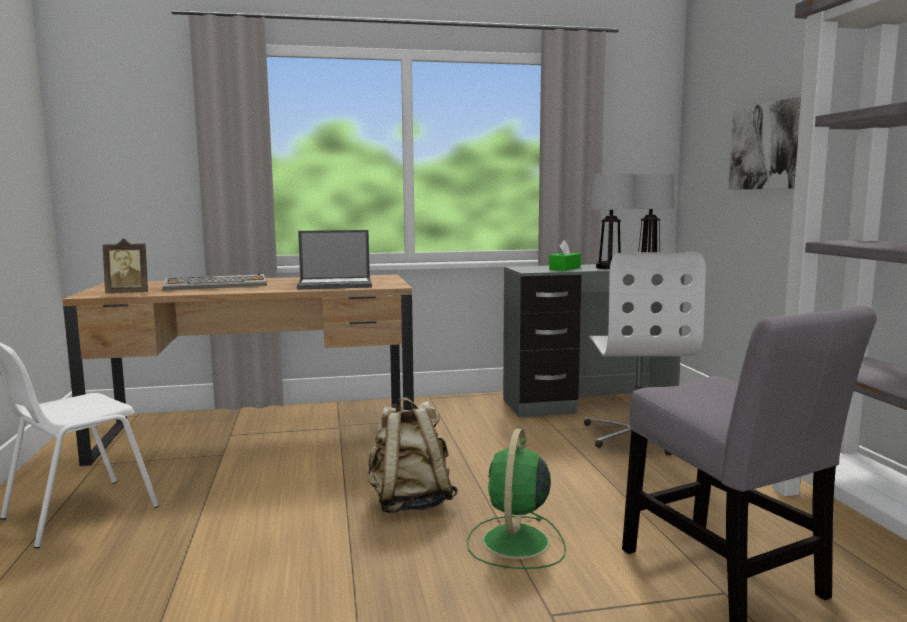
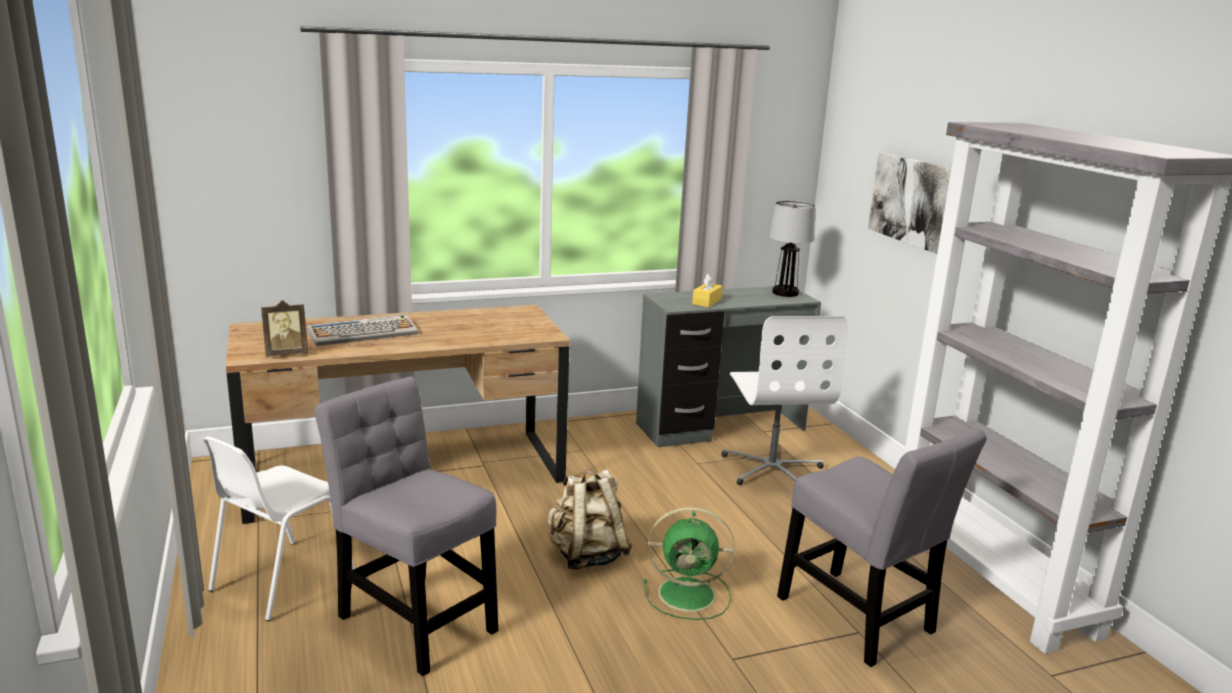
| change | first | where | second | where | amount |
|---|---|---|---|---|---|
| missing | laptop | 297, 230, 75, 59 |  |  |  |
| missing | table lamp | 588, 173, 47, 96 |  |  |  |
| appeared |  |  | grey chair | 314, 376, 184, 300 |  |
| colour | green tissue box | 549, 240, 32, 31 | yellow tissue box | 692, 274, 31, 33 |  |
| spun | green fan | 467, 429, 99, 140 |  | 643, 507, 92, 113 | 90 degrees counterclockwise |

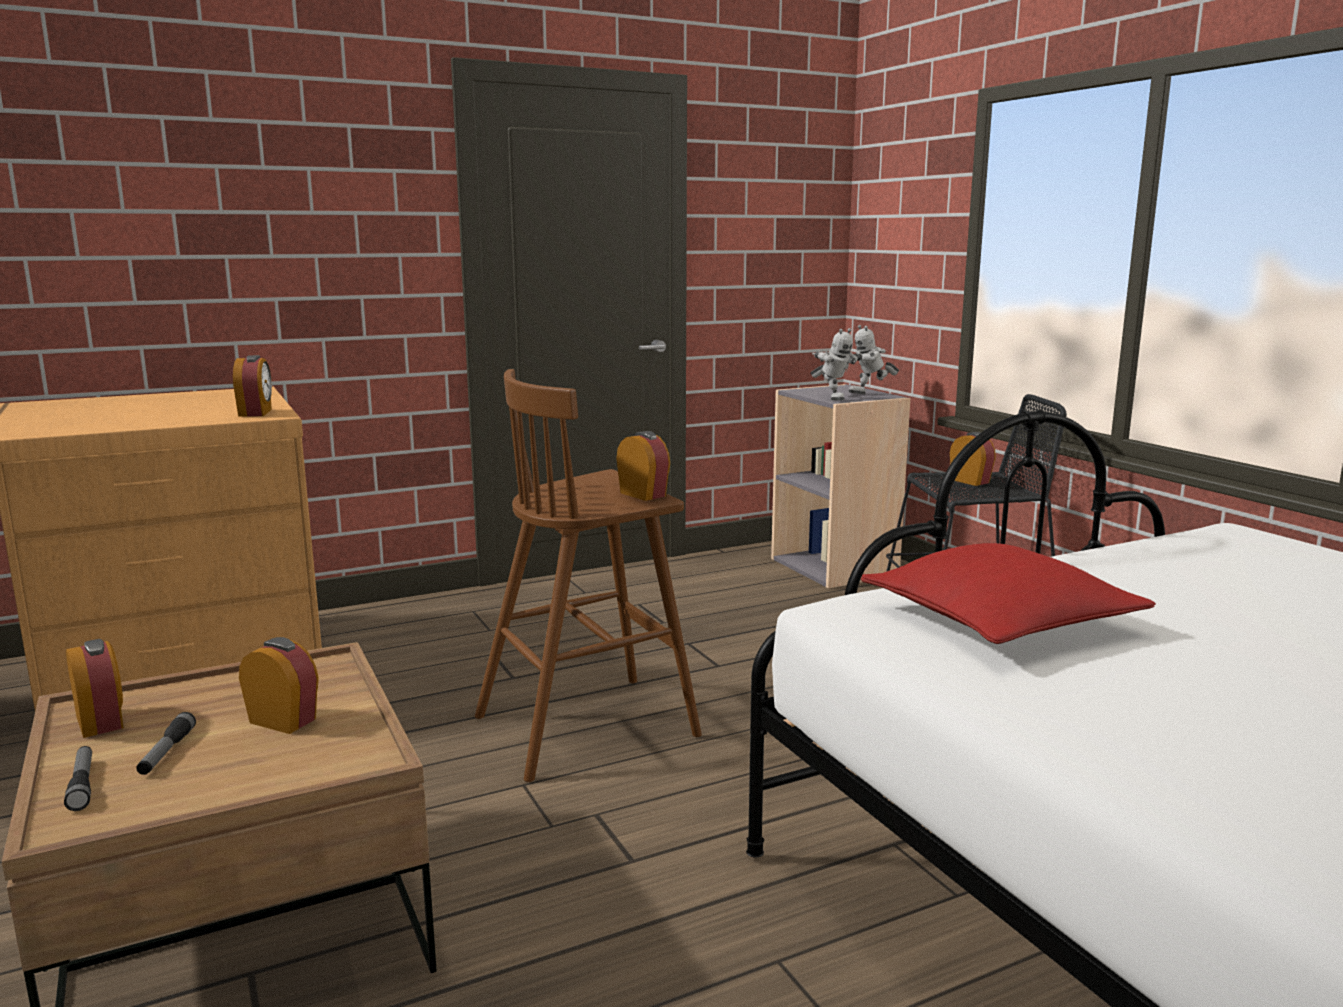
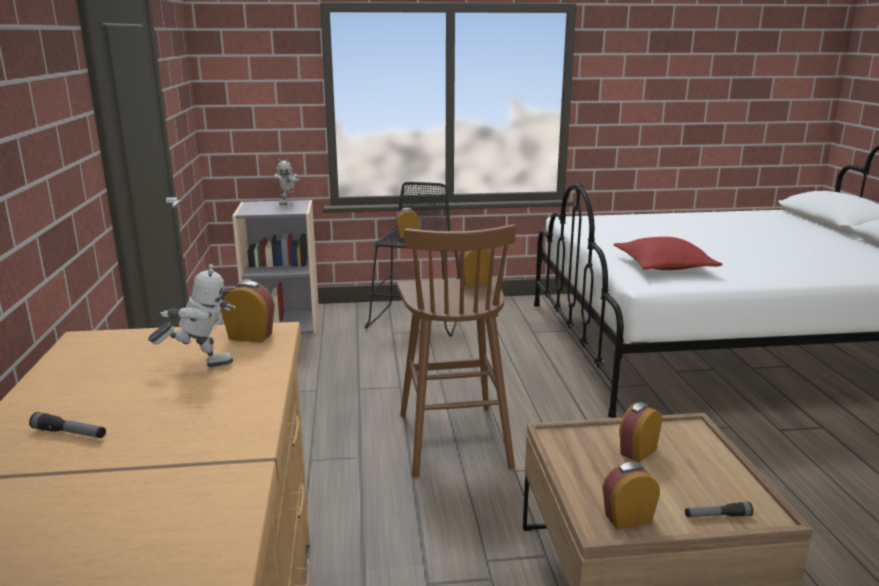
| change | first | where | second | where | amount |
|---|---|---|---|---|---|
| relocated | flashlight | 136, 712, 60, 63 |  | 29, 412, 77, 26 |  |
| relocated | toy robot | 810, 328, 48, 72 |  | 148, 264, 88, 103 |  |

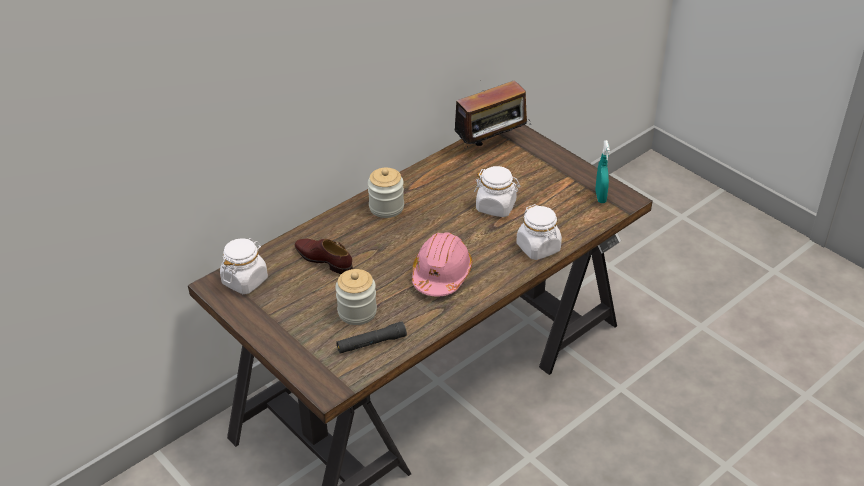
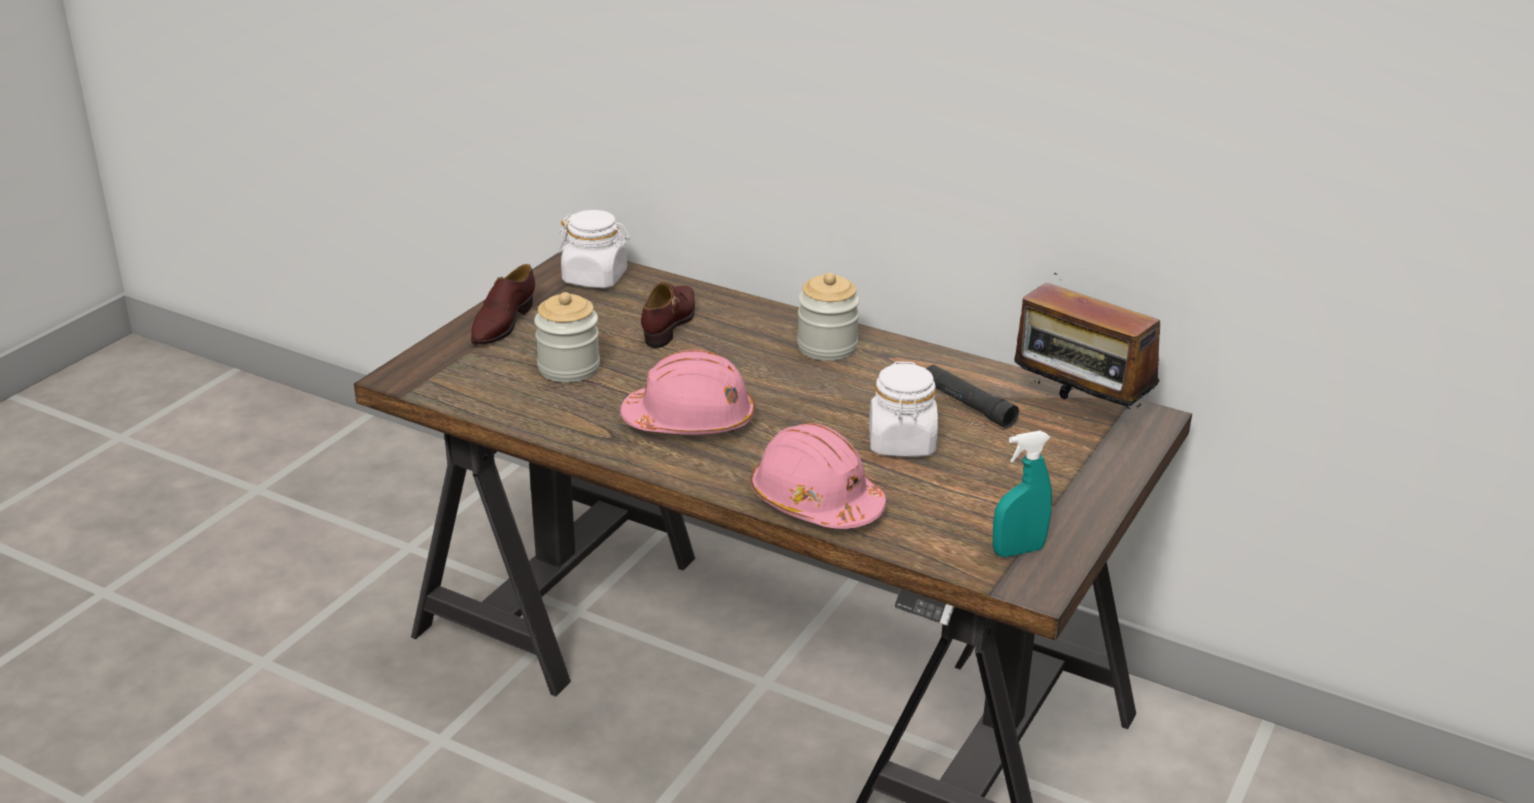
| change | first | where | second | where | amount |
|---|---|---|---|---|---|
| appeared |  |  | brown shoe | 471, 264, 64, 81 |  |
| relocated | black flashlight | 336, 321, 71, 33 |  | 927, 365, 92, 63 |  |
| exchanged | white jar | 516, 204, 46, 56 | pink hard hat | 750, 423, 136, 106 |  |

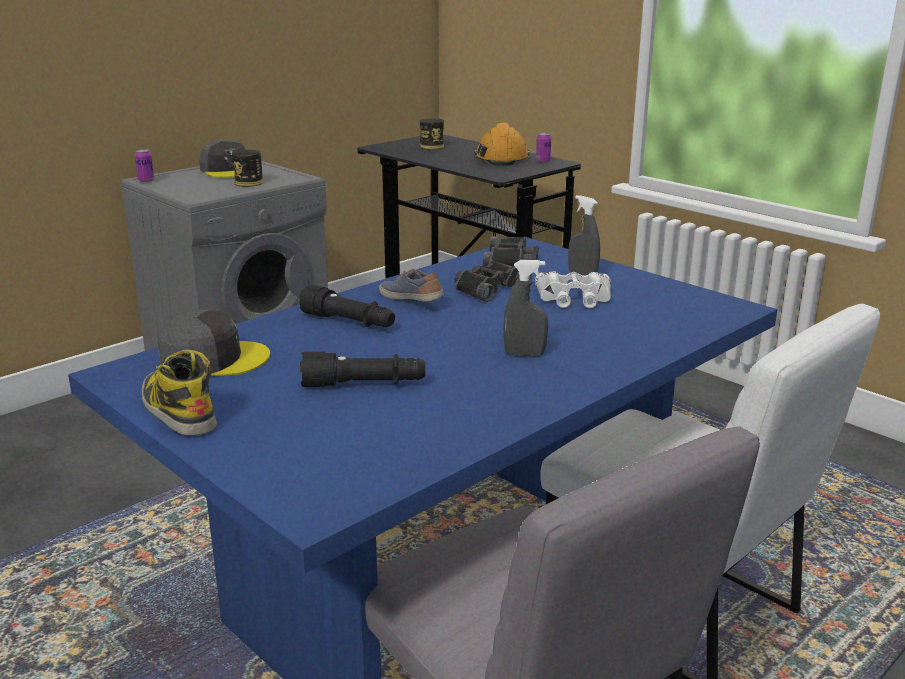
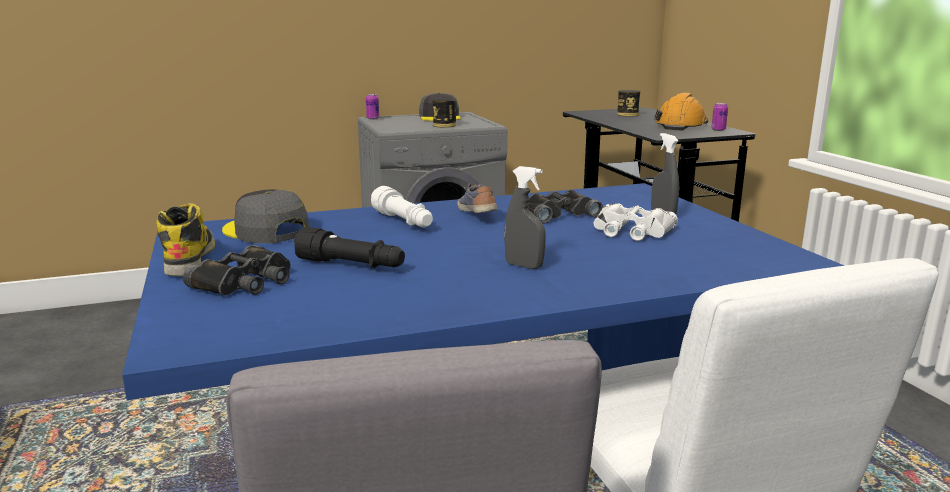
| change | first | where | second | where | amount |
|---|---|---|---|---|---|
| relocated | black binoculars | 483, 236, 56, 31 |  | 183, 245, 108, 51 |  |
| colour | black flashlight | 299, 284, 96, 43 | white flashlight | 371, 186, 62, 42 |  |
| spun | grey cap | 157, 310, 113, 66 |  | 222, 189, 87, 54 | 150 degrees counterclockwise |

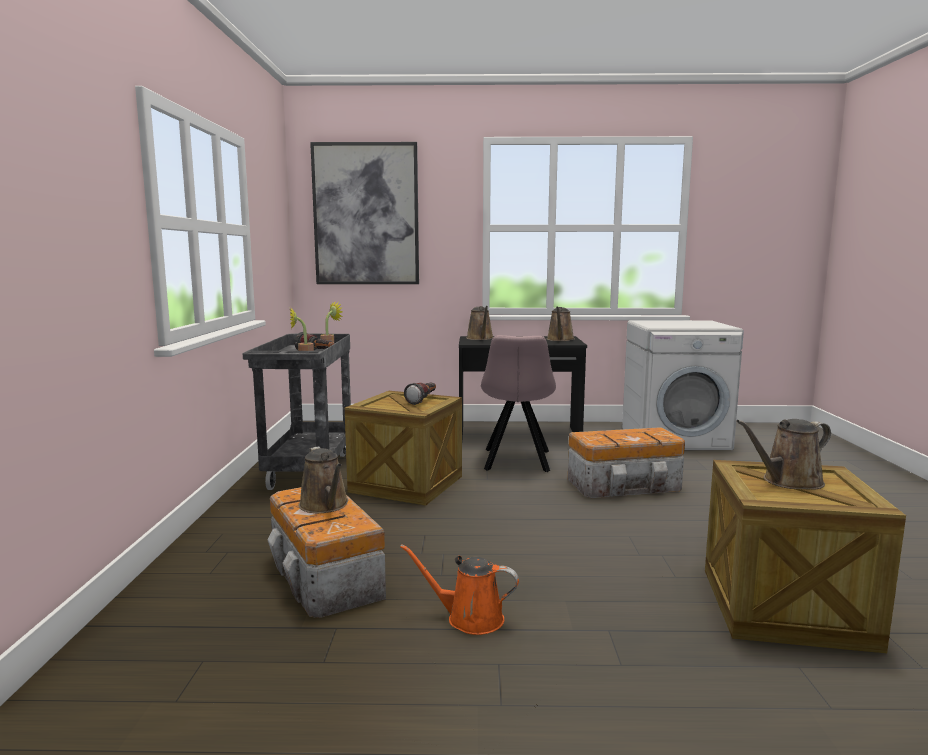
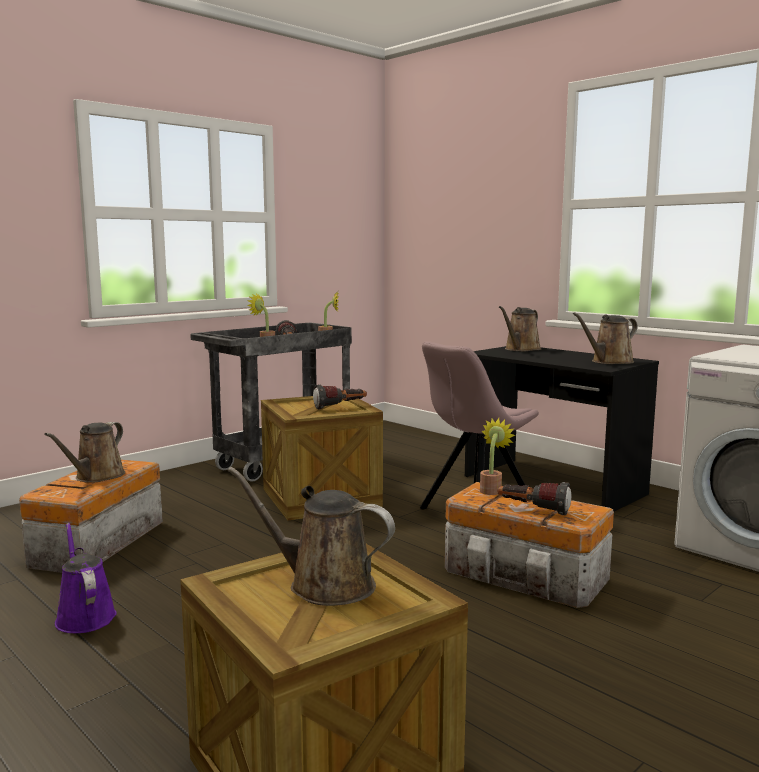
| change | first | where | second | where | amount |
|---|---|---|---|---|---|
| missing | picture | 310, 142, 109, 142 |  |  |  |
| appeared |  |  | potted plant | 480, 418, 35, 77 |  |
| appeared |  |  | flashlight | 498, 482, 73, 33 |  |
| colour | orange watering can | 400, 544, 119, 91 | purple watering can | 55, 523, 62, 110 |  |

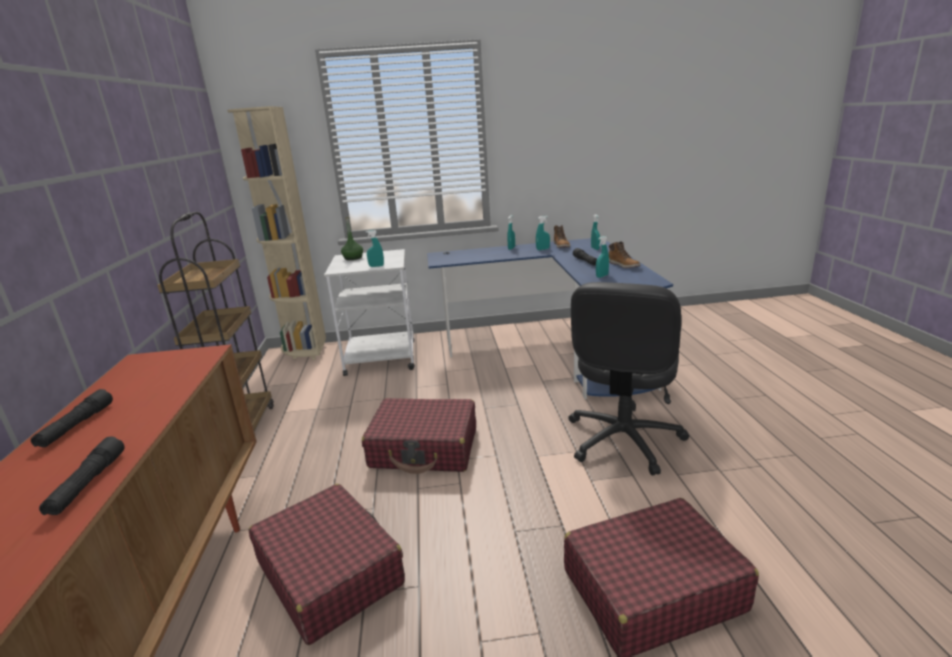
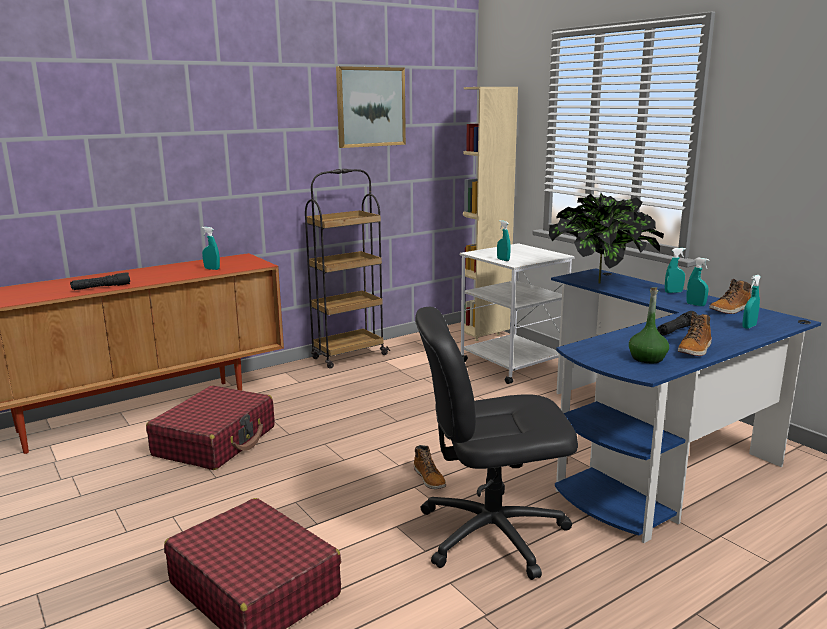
| change | first | where | second | where | amount |
|---|---|---|---|---|---|
| missing | black flashlight | 31, 389, 82, 58 |  |  |  |
| missing | red suitcase | 362, 398, 114, 76 |  |  |  |
| appeared |  |  | picture | 336, 66, 70, 82 |  |
| appeared |  |  | boot | 414, 445, 32, 44 |  |
| appeared |  |  | potted plant | 549, 193, 115, 90 |  |
| relocated | green bottle | 341, 217, 22, 43 |  | 629, 287, 40, 76 |  |
| relocated | turquoise spray bottle | 596, 236, 13, 42 |  | 202, 227, 18, 43 |  |

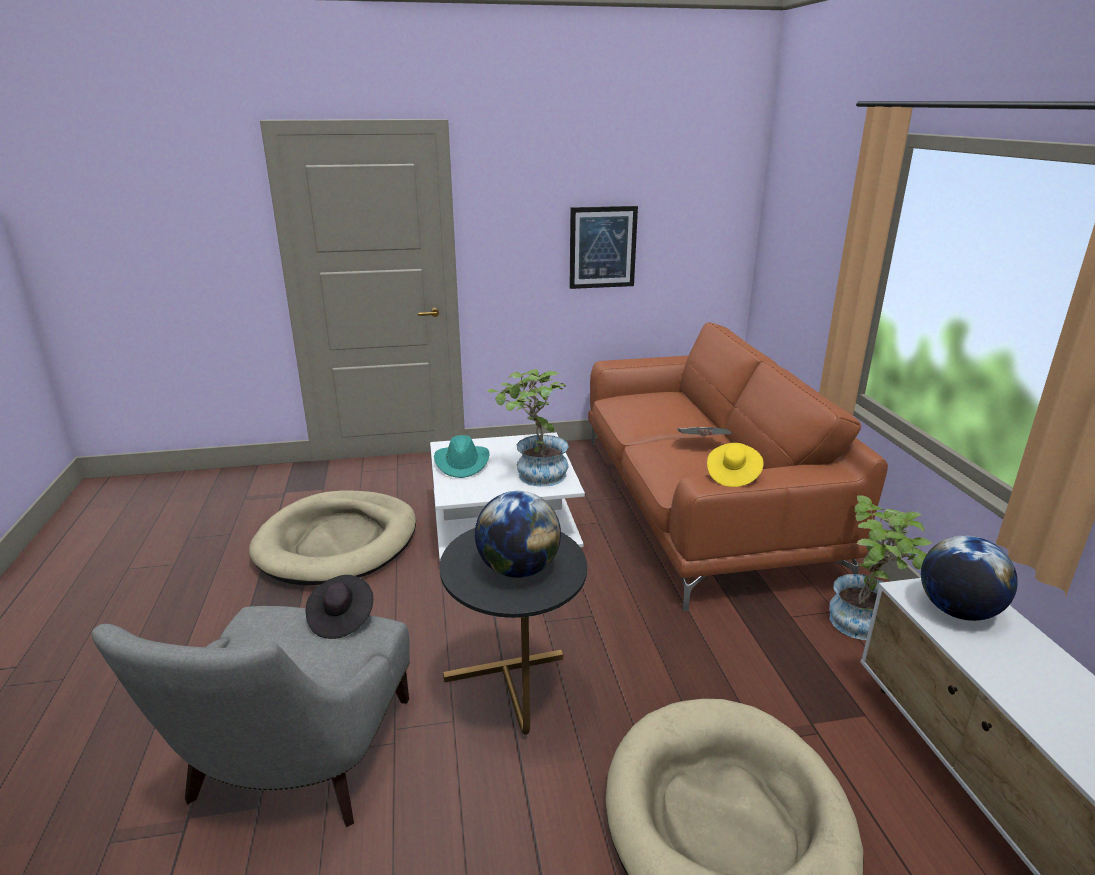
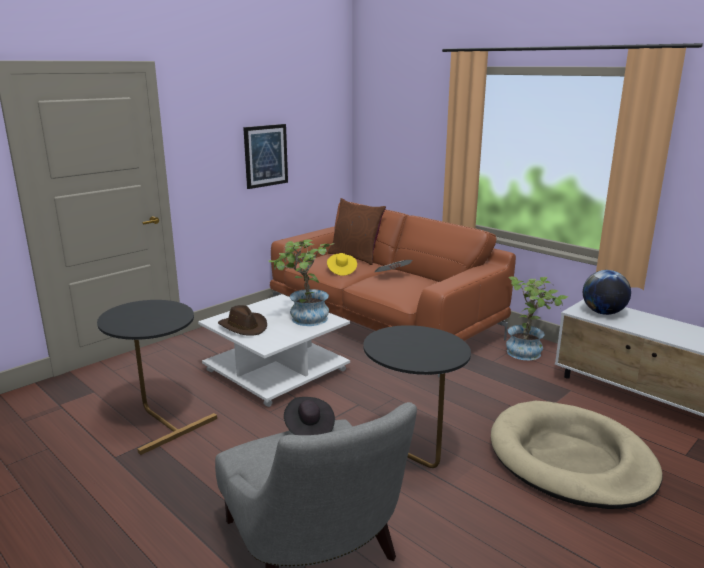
| change | first | where | second | where | amount |
|---|---|---|---|---|---|
| missing | globe | 475, 491, 86, 87 |  |  |  |
| appeared |  |  | brown pillow | 328, 198, 58, 67 |  |
| relocated | yellow hat | 707, 443, 57, 44 |  | 327, 253, 30, 23 |  |
| exchanged | beige dog bed | 249, 490, 167, 95 | black side table | 97, 300, 120, 155 |  |
| colour | turquoise hat | 434, 435, 56, 43 | brown hat | 218, 305, 49, 30 |  |

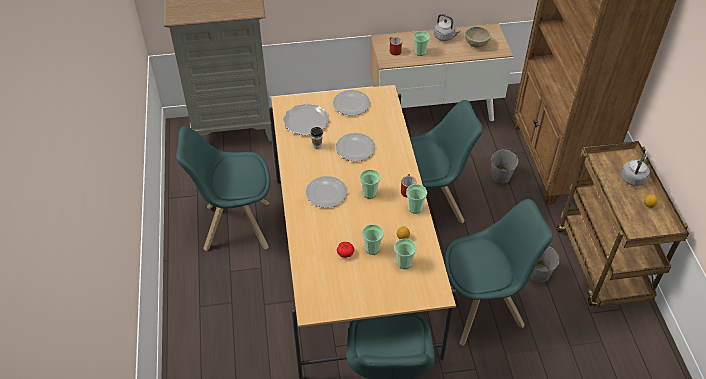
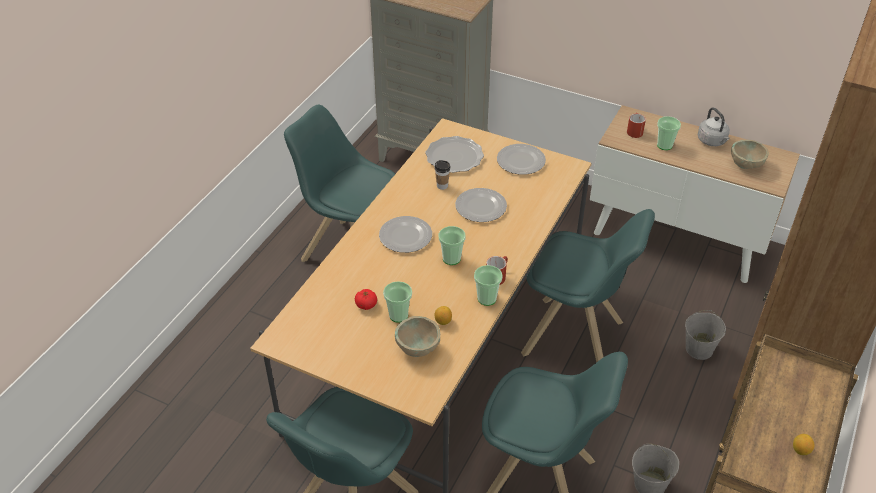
| change | first | where | second | where | amount |
|---|---|---|---|---|---|
| missing | grey kettle | 621, 153, 29, 33 |  |  |  |
| exchanged | cup | 394, 239, 23, 30 | beige bowl | 395, 316, 45, 41 |  |

